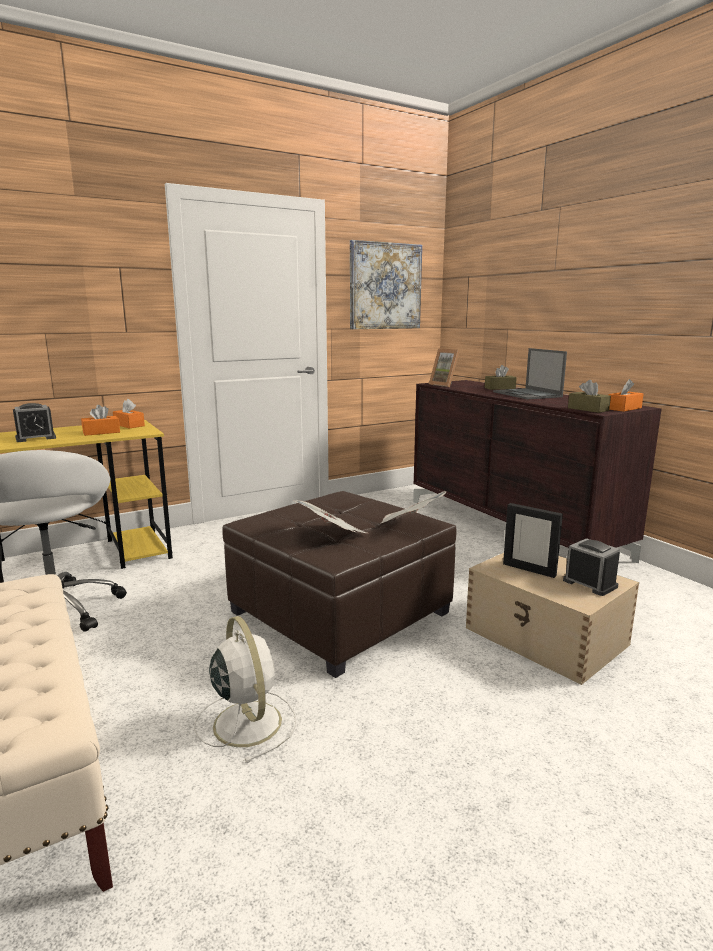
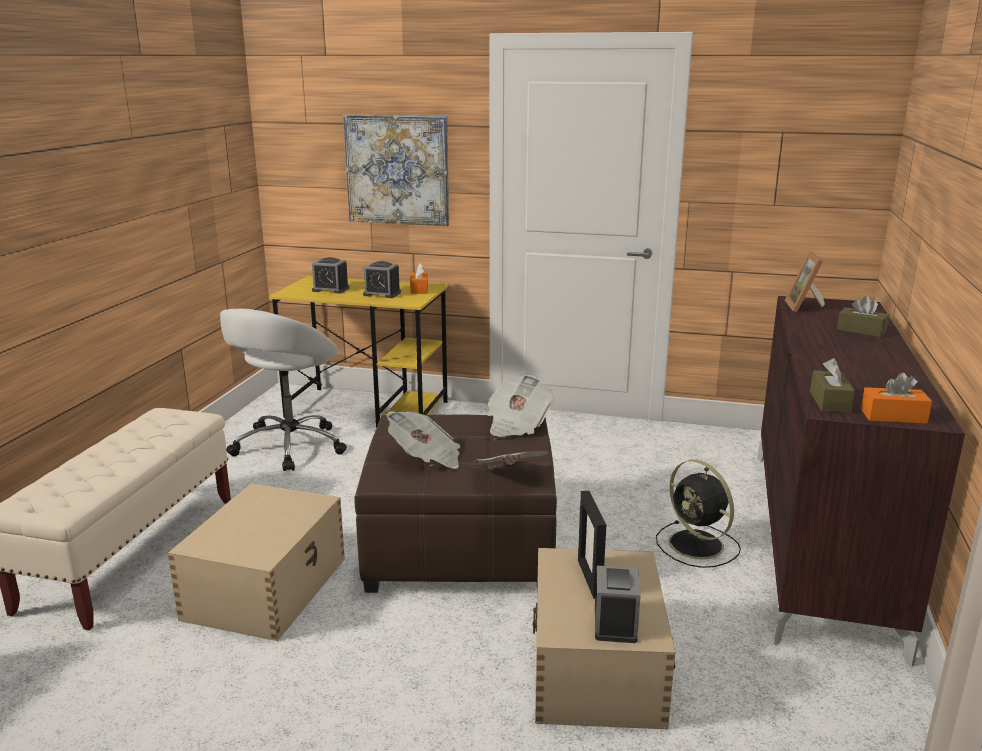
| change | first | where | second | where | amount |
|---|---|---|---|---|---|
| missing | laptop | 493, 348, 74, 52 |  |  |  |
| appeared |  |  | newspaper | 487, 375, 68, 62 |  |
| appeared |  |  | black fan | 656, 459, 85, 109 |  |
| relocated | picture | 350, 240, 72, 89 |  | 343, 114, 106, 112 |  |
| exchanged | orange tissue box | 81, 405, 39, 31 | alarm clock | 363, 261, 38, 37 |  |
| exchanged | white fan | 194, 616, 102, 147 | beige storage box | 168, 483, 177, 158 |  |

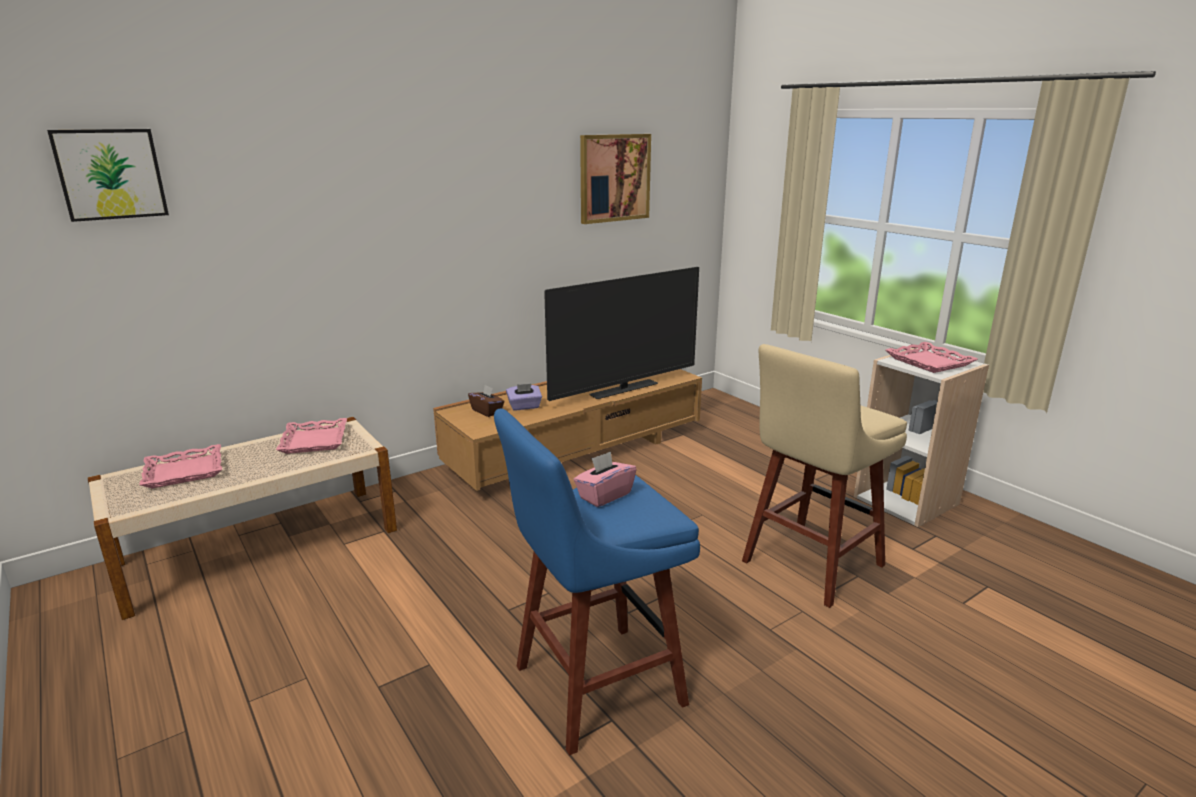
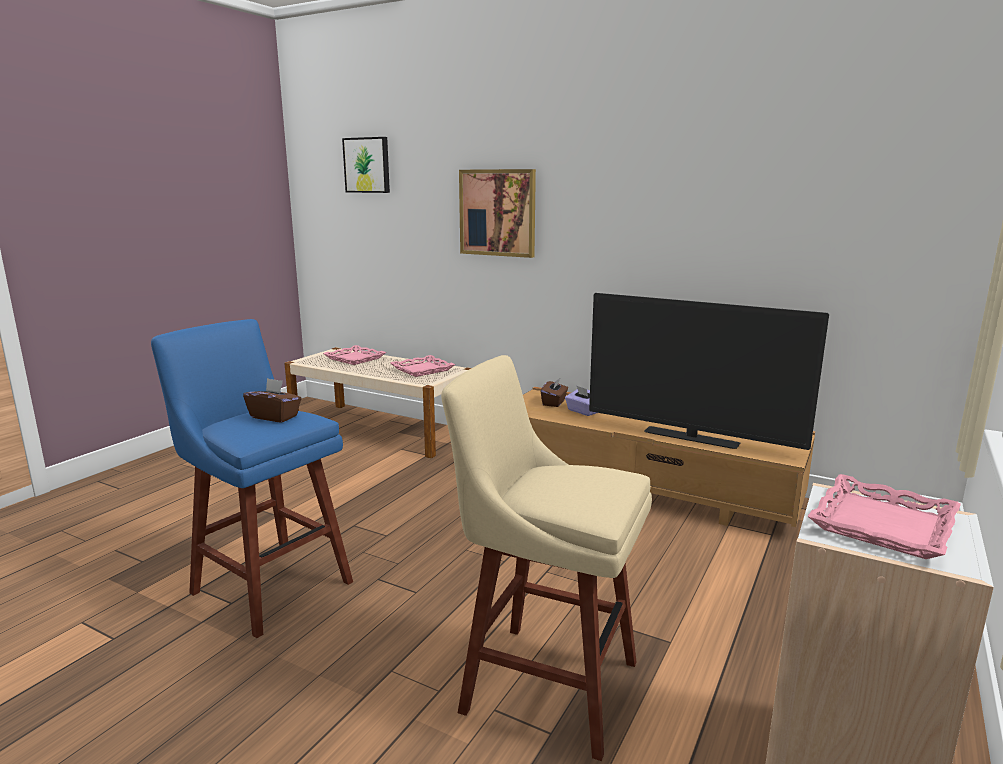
| change | first | where | second | where | amount |
|---|---|---|---|---|---|
| relocated | picture | 580, 134, 71, 90 |  | 459, 169, 77, 89 |  |
| colour | pink tissue box | 574, 451, 63, 56 | brown tissue box | 243, 378, 59, 45 |  |

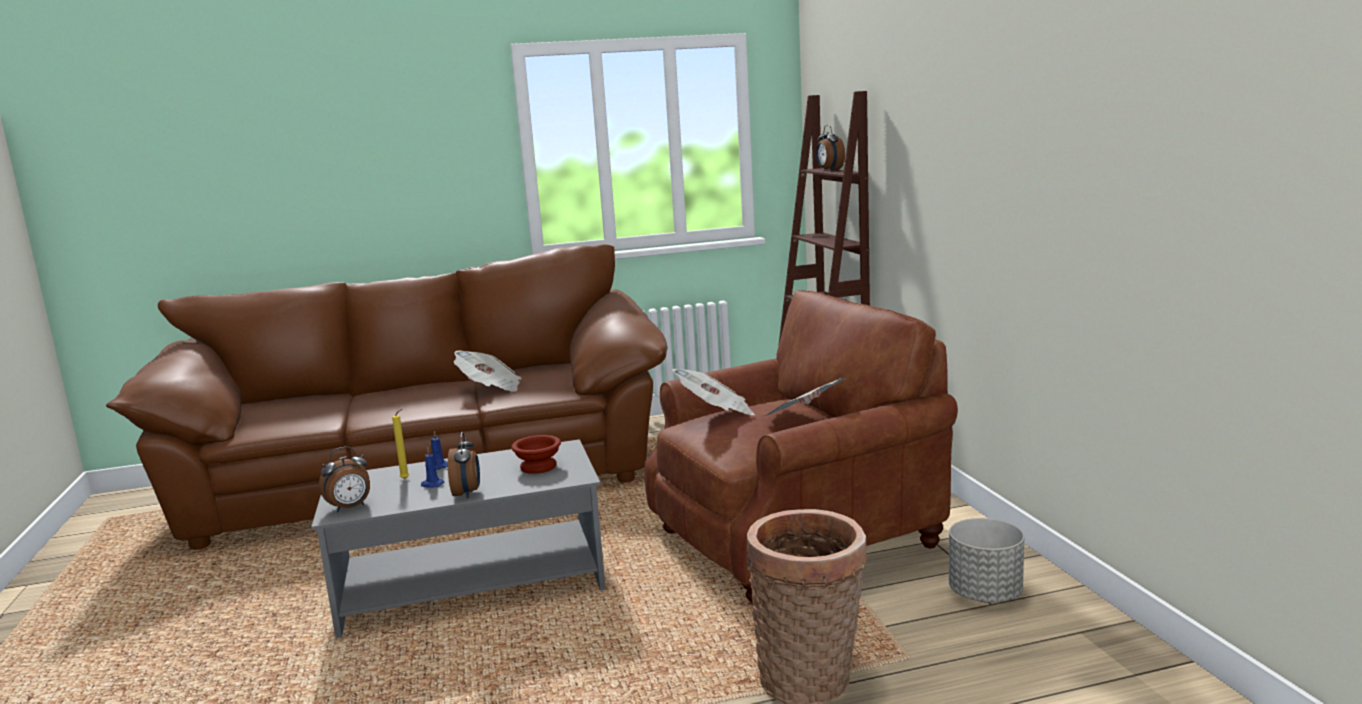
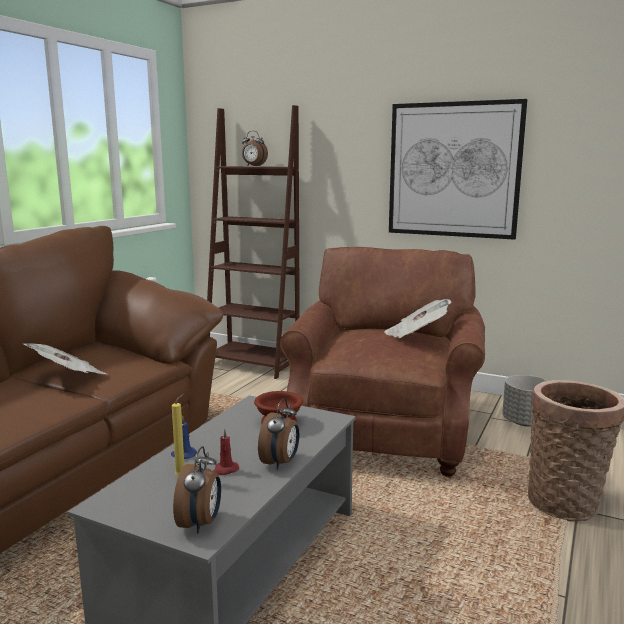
| change | first | where | second | where | amount |
|---|---|---|---|---|---|
| missing | newspaper | 672, 369, 83, 46 |  |  |  |
| appeared |  |  | picture | 389, 99, 138, 141 |  |
| colour | blue candle | 421, 448, 23, 40 | red candle | 213, 428, 26, 47 |  |
| spun | alarm clock | 448, 432, 32, 66 |  | 258, 398, 41, 72 | 75 degrees clockwise |

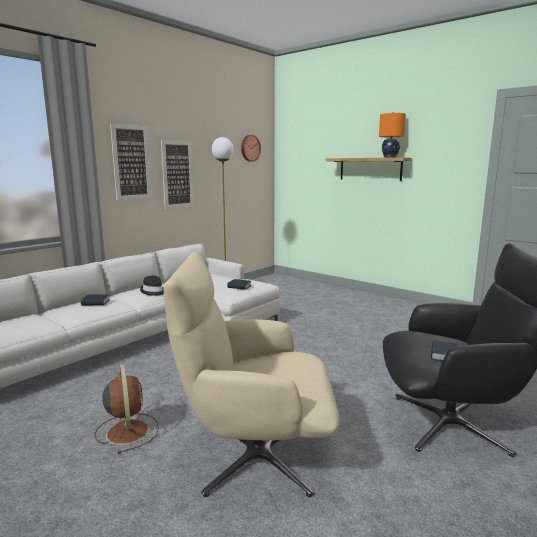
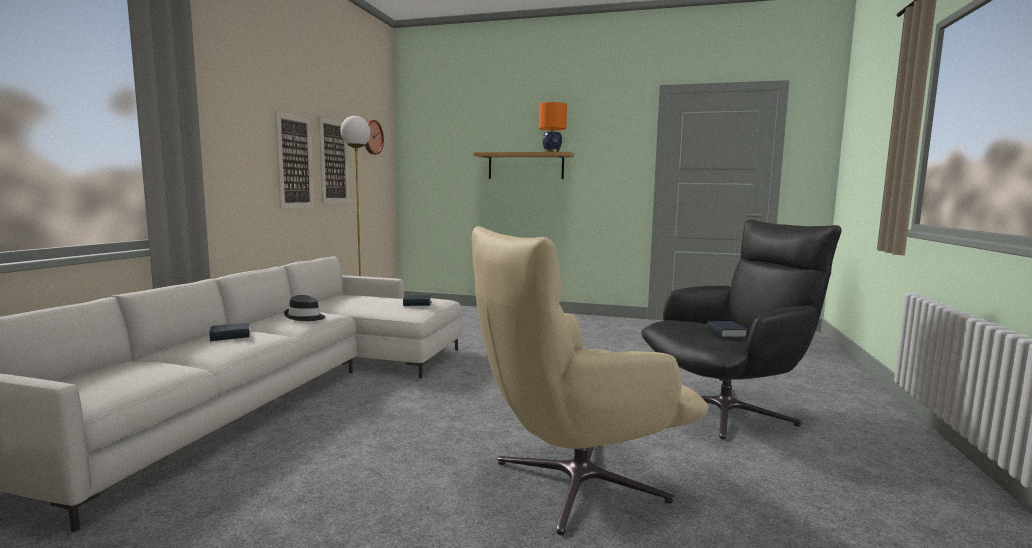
| change | first | where | second | where | amount |
|---|---|---|---|---|---|
| missing | brown fan | 95, 364, 64, 90 |  |  |  |
| relocated | picture | 110, 123, 42, 77 |  | 319, 117, 31, 86 |  |

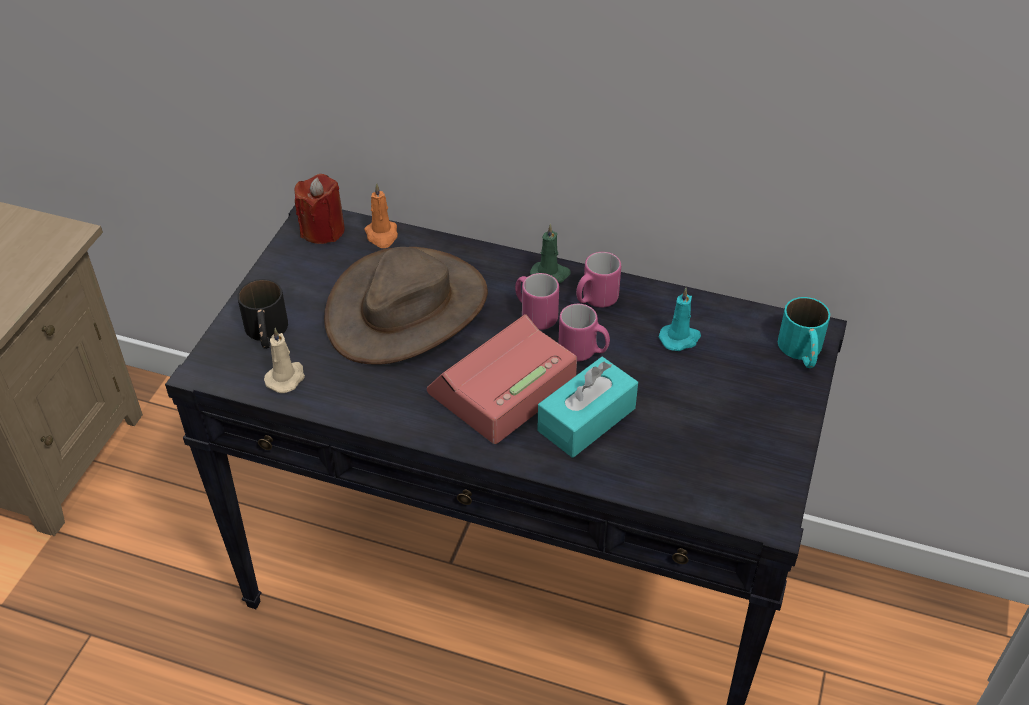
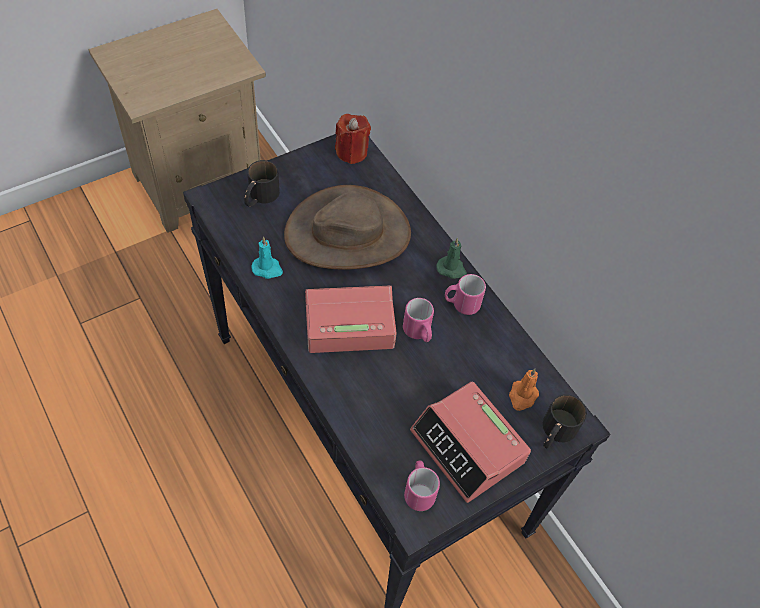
| change | first | where | second | where | amount |
|---|---|---|---|---|---|
| missing | beige candle | 264, 328, 41, 65 |  |  |  |
| missing | turquoise tissue box | 537, 357, 101, 101 |  |  |  |
| appeared |  |  | alarm clock | 410, 382, 121, 121 |  |
| relocated | orange candle | 364, 183, 34, 65 |  | 509, 368, 30, 43 |  |
| relocated | pink mug | 515, 273, 44, 57 |  | 404, 461, 36, 50 |  |
| relocated | turquoise candle | 659, 288, 42, 63 |  | 251, 237, 32, 42 |  |
| colour | turquoise mug | 778, 297, 52, 71 | black mug | 543, 394, 44, 54 |  |

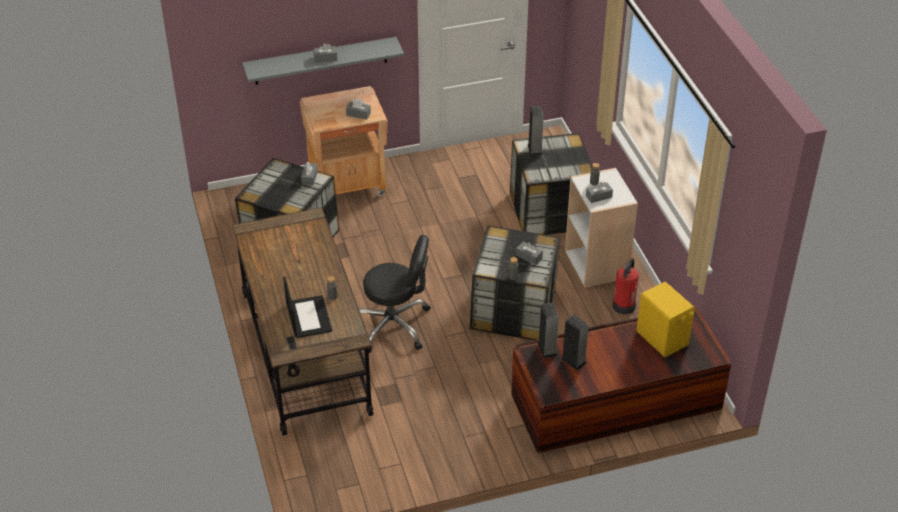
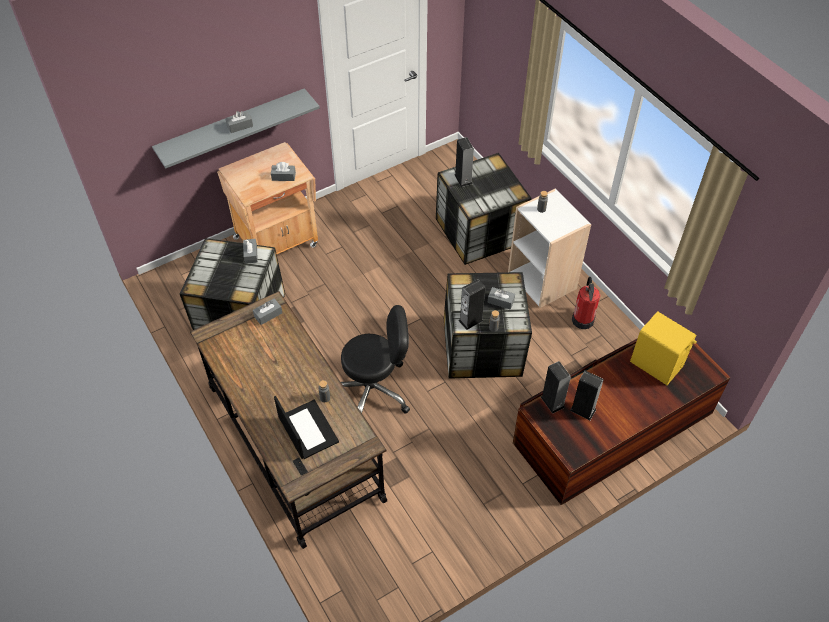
| change | first | where | second | where | amount |
|---|---|---|---|---|---|
| appeared |  |  | speaker | 458, 279, 27, 51 |  |
| relocated | grey tissue box | 586, 182, 27, 21 |  | 253, 298, 29, 27 |  |

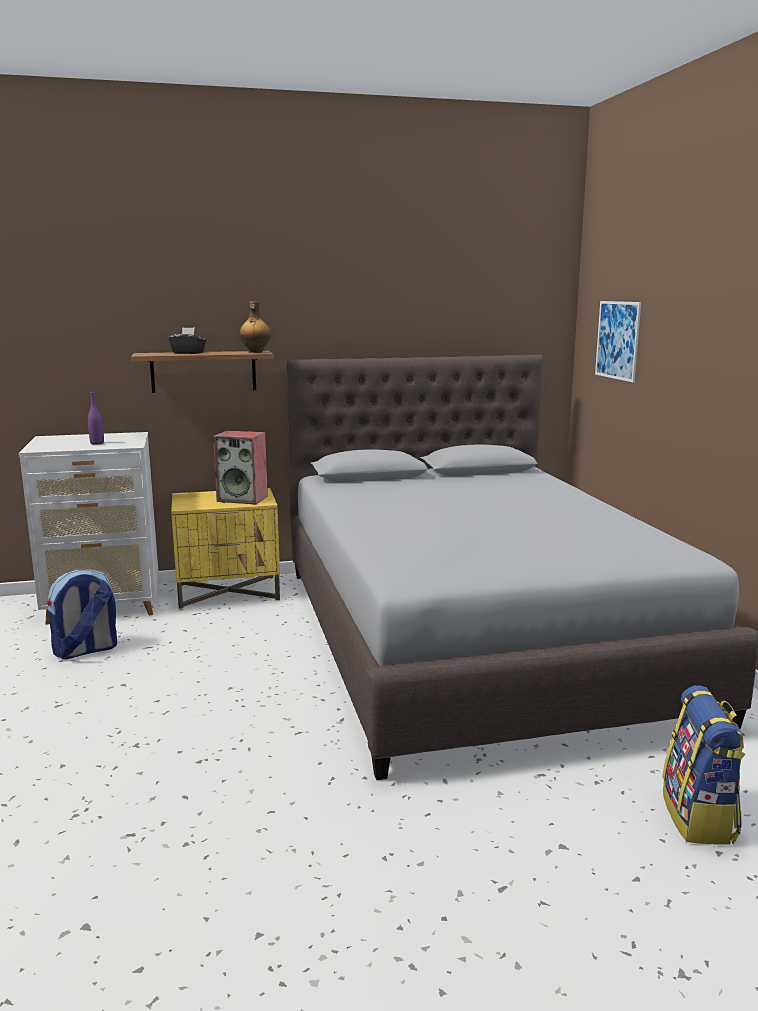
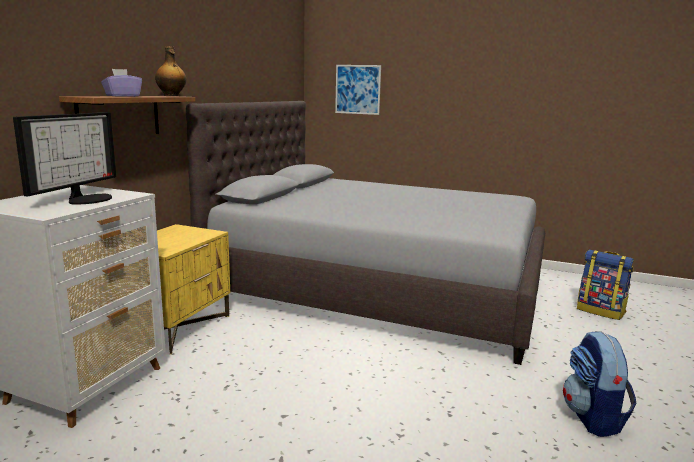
| change | first | where | second | where | amount |
|---|---|---|---|---|---|
| missing | speaker | 213, 431, 55, 74 |  |  |  |
| relocated | backpack | 47, 569, 70, 90 |  | 563, 331, 74, 106 |  |
| exchanged | purple bottle | 88, 390, 16, 55 | monitor | 13, 112, 103, 93 |  |
| colour | black tissue box | 169, 327, 37, 27 | purple tissue box | 101, 69, 41, 28 |  |

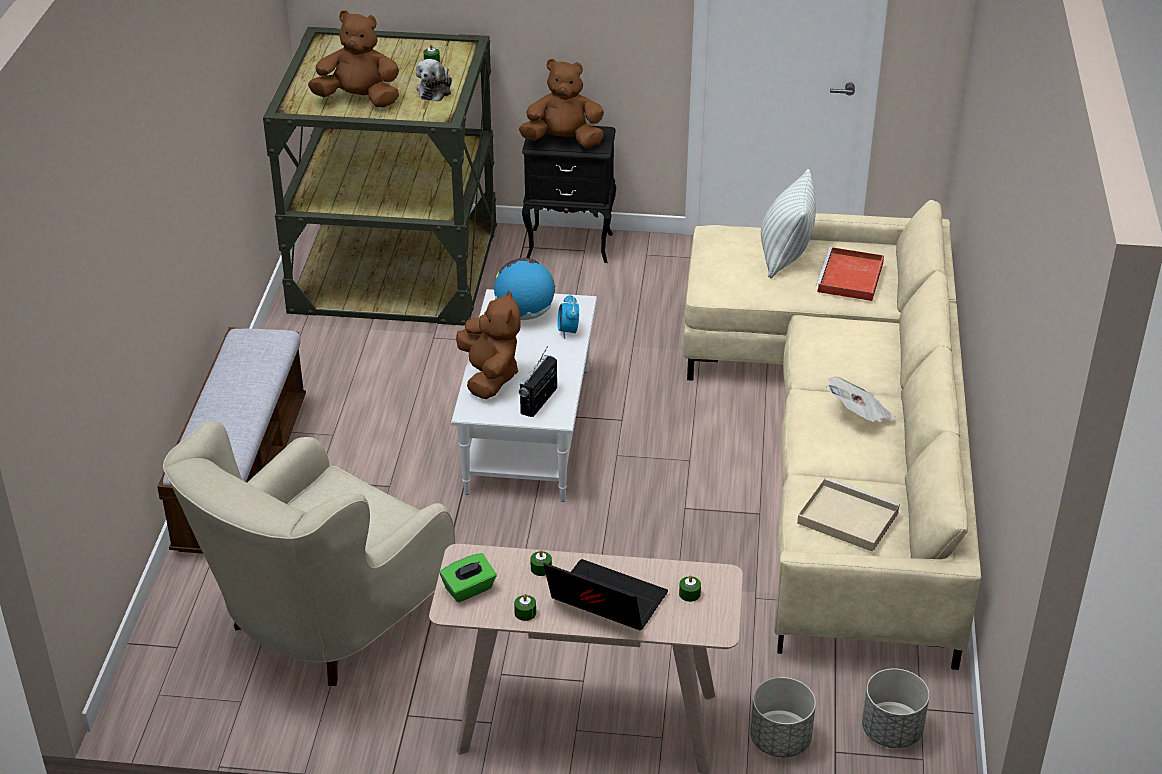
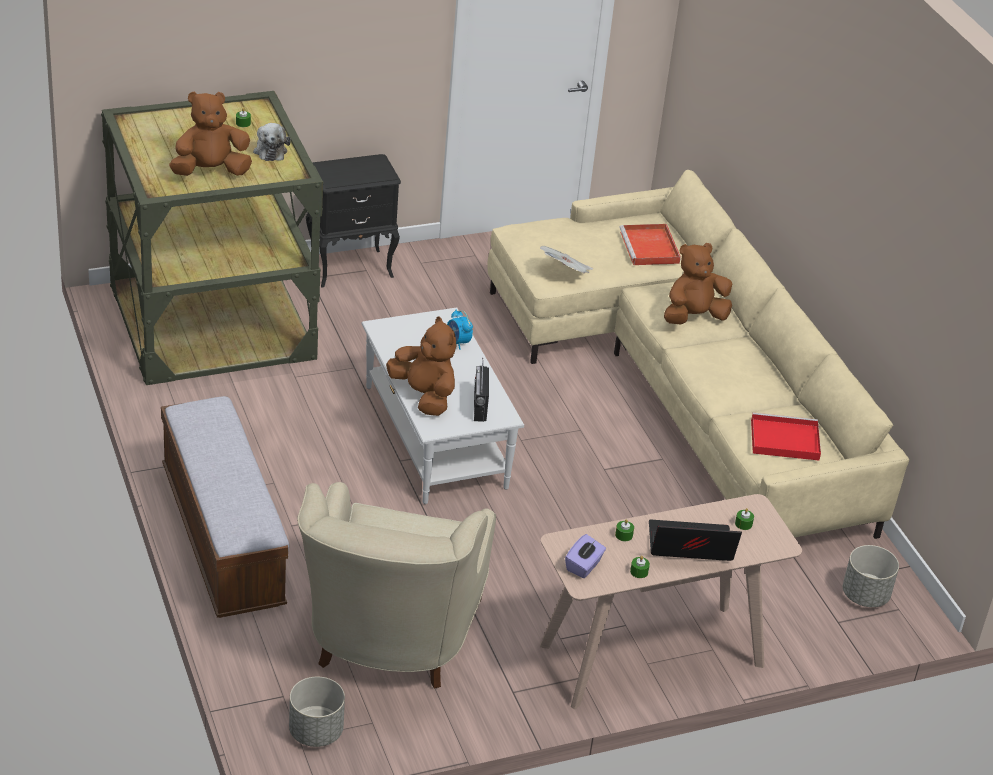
| change | first | where | second | where | amount |
|---|---|---|---|---|---|
| missing | globe | 494, 258, 61, 62 |  |  |  |
| missing | pillow | 761, 169, 55, 109 |  |  |  |
| relocated | brown plush toy | 519, 59, 85, 89 |  | 664, 243, 68, 82 |  |
| relocated | grey planter | 750, 677, 66, 80 |  | 289, 677, 56, 70 |  |
| relocated | newspaper | 826, 377, 69, 46 |  | 540, 246, 53, 28 |  |
| colour | green tissue box | 440, 553, 57, 49 | purple tissue box | 565, 534, 41, 44 |  |
| colour | beige tray | 797, 478, 103, 74 | red tray | 751, 413, 70, 47 |  |

